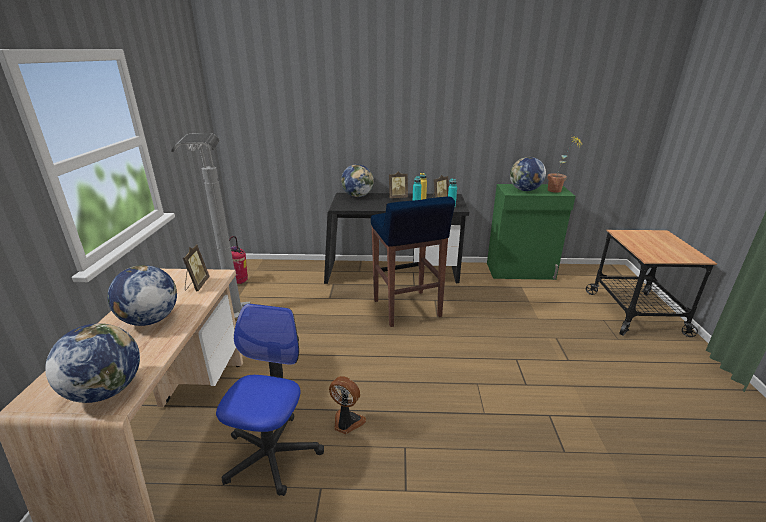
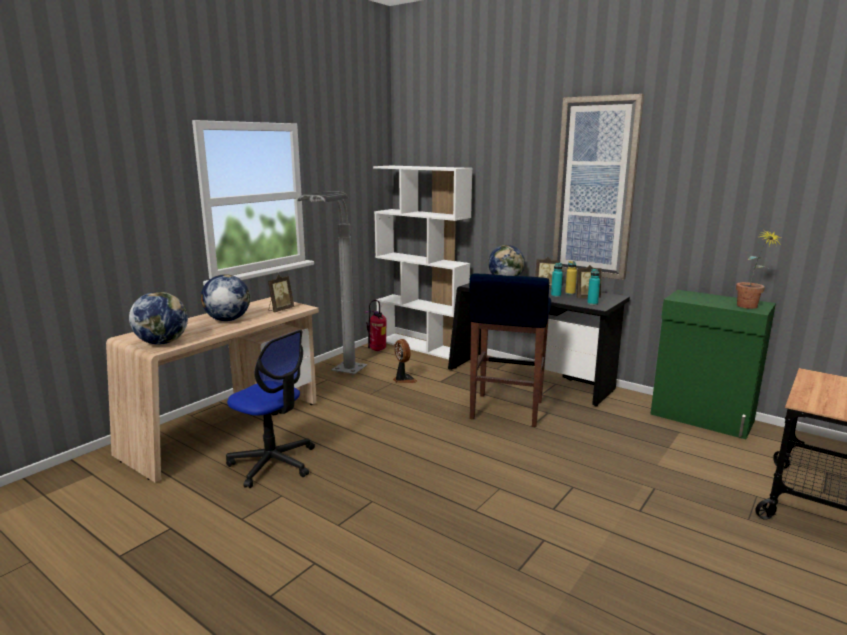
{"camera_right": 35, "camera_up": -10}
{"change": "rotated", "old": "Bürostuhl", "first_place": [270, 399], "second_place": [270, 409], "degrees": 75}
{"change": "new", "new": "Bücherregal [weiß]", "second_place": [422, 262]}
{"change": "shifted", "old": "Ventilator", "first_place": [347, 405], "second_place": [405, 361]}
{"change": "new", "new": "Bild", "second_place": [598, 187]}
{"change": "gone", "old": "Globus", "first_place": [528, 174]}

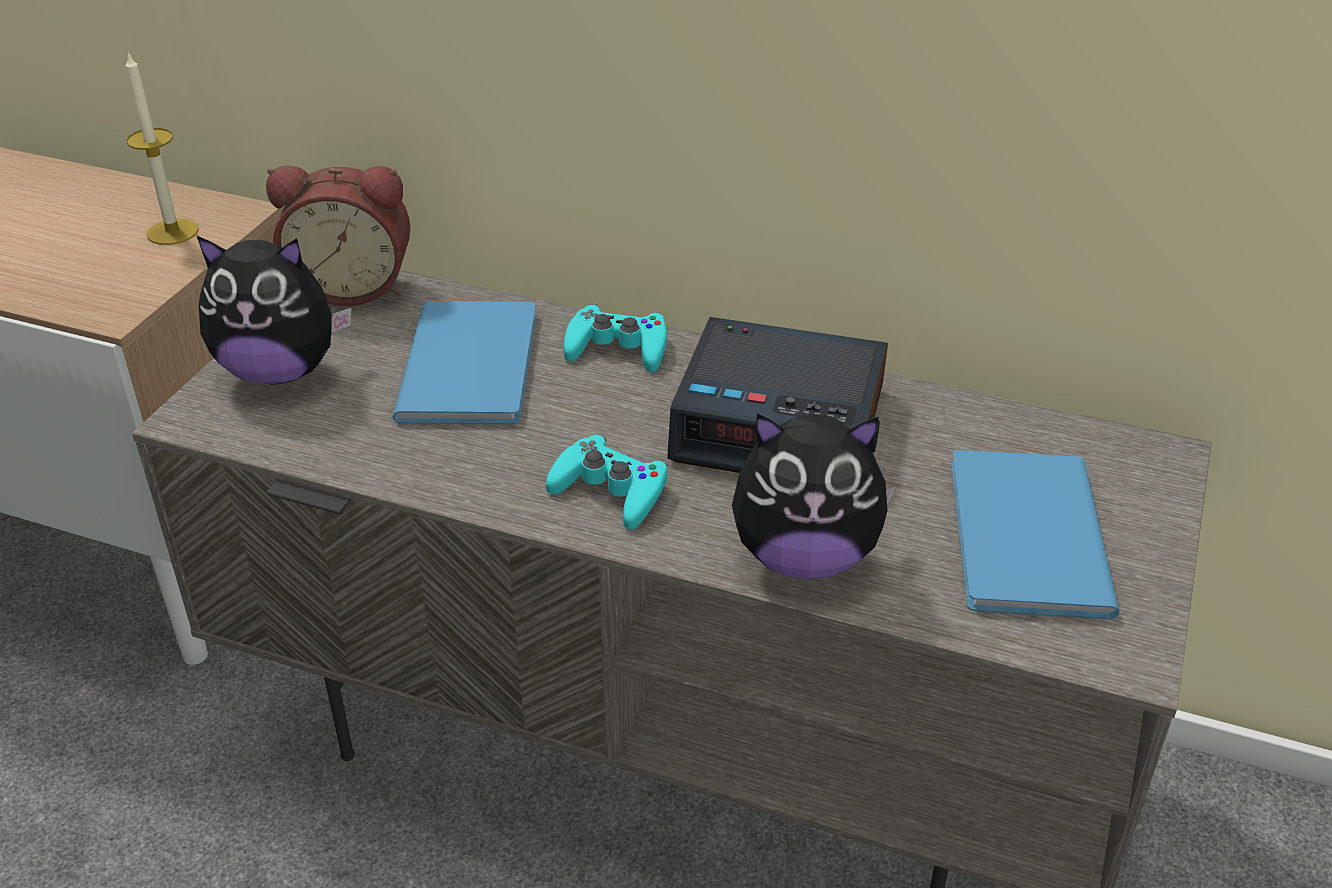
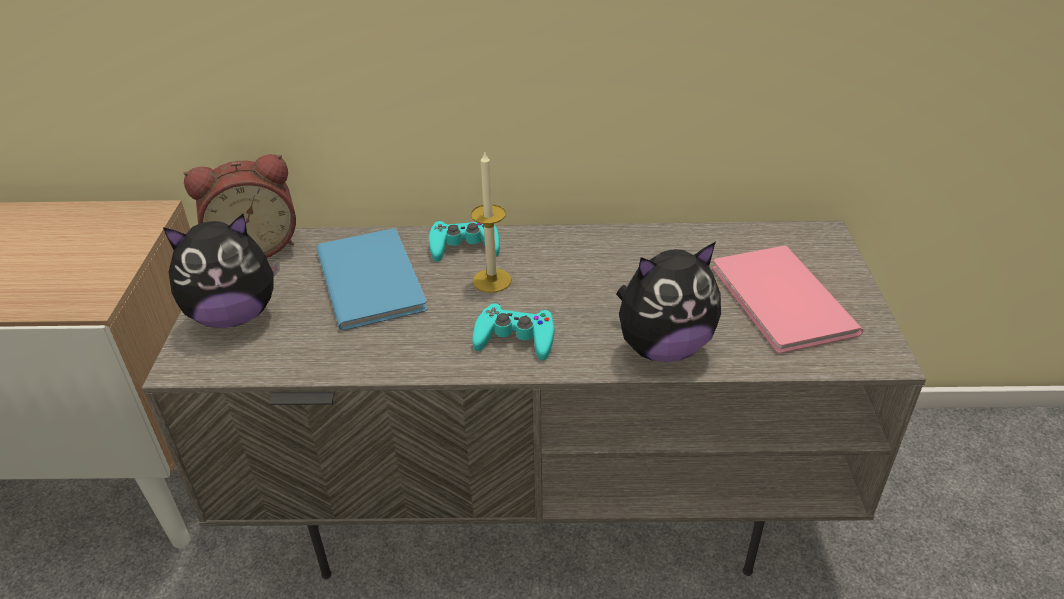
{"camera_right": -20, "camera_up": 0}
{"change": "shifted", "old": "Kerze", "first_place": [162, 148], "second_place": [491, 221]}
{"change": "repainted", "old": "Buch [blau]", "new": "Buch [rosa]", "first_place": [1035, 534], "second_place": [787, 300]}
{"change": "gone", "old": "Wecker", "first_place": [777, 395]}

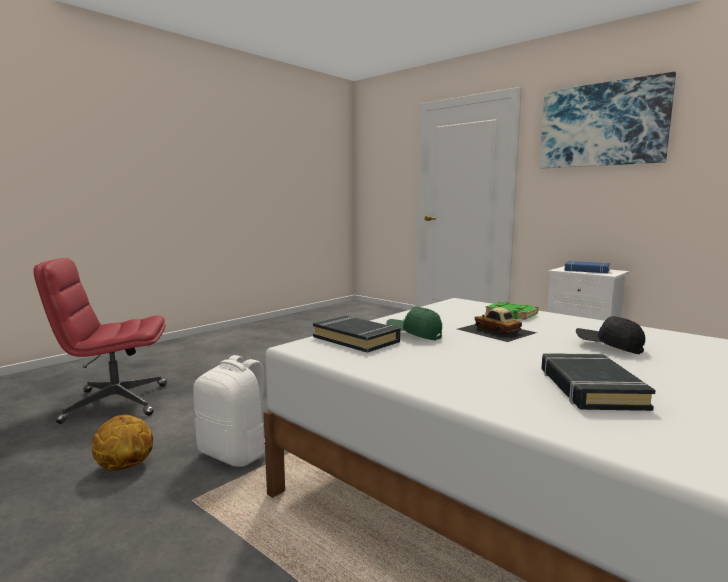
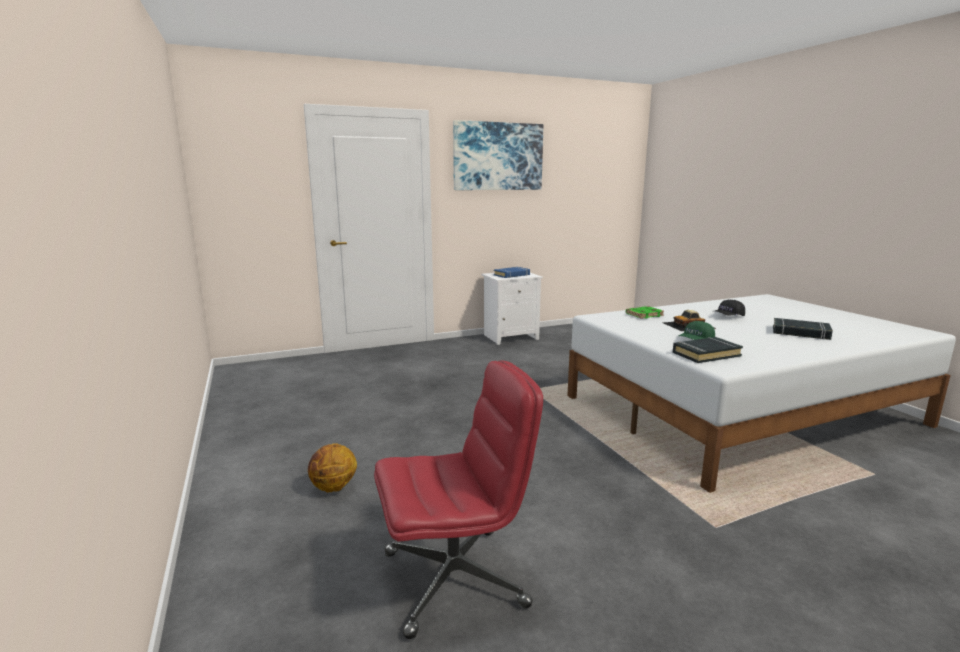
{"camera_right": -65, "camera_up": 5}
{"change": "shifted", "old": "Basketball", "first_place": [122, 443], "second_place": [332, 467]}
{"change": "rotated", "old": "Bürostuhl [rot]", "first_place": [100, 341], "second_place": [458, 499], "degrees": -120}
{"change": "gone", "old": "Rucksack [weiß]", "first_place": [229, 411]}

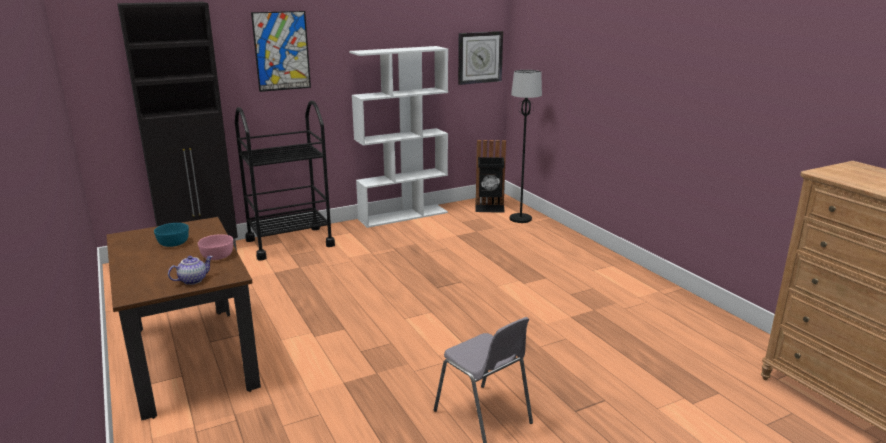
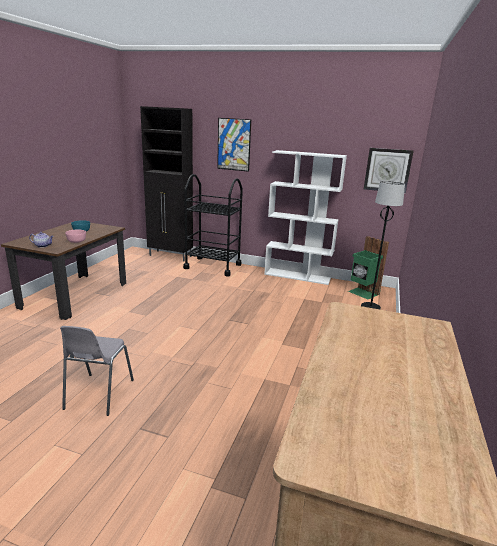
{"camera_right": 45, "camera_up": 0}
{"change": "repainted", "old": "Mülleimer [schwarz]", "new": "Mülleimer [grün]", "first_place": [490, 176], "second_place": [368, 267]}

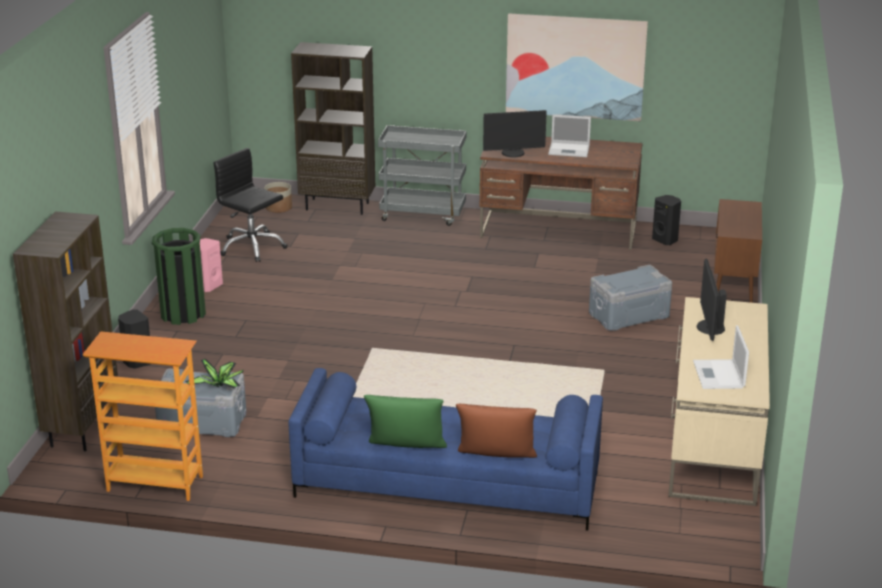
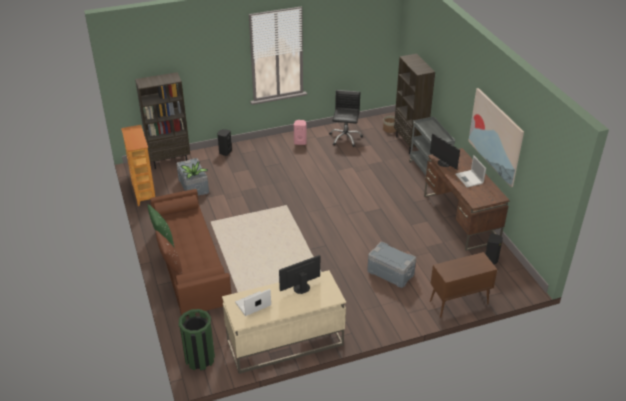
{"camera_right": 60, "camera_up": 10}
{"change": "repainted", "old": "Sofa [blau]", "new": "Sofa [braun]", "first_place": [445, 449], "second_place": [190, 253]}
{"change": "shifted", "old": "Mülleimer [grün]", "first_place": [179, 276], "second_place": [197, 340]}

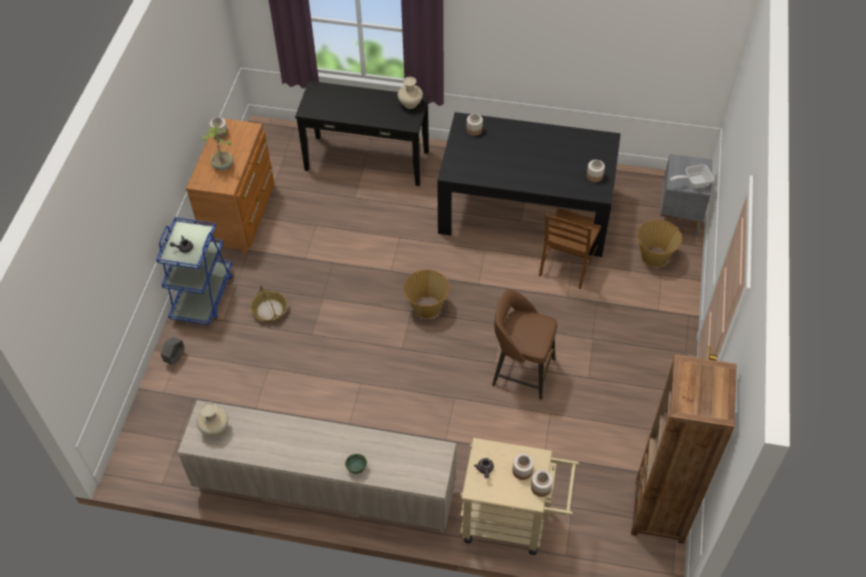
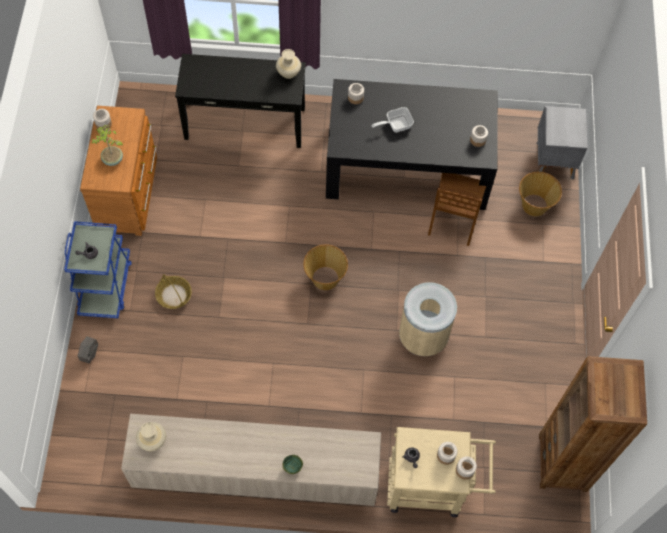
{"camera_right": -10, "camera_up": 10}
{"change": "shifted", "old": "Pfanne", "first_place": [692, 176], "second_place": [393, 119]}
{"change": "swapped", "old": "Hocker [braun]", "new": "Mülleimer [beige]", "first_place": [524, 344], "second_place": [428, 319]}

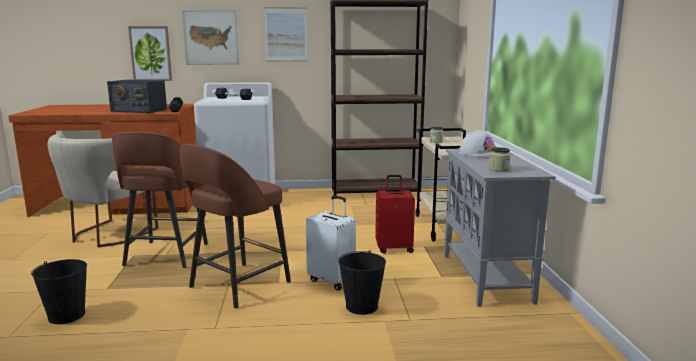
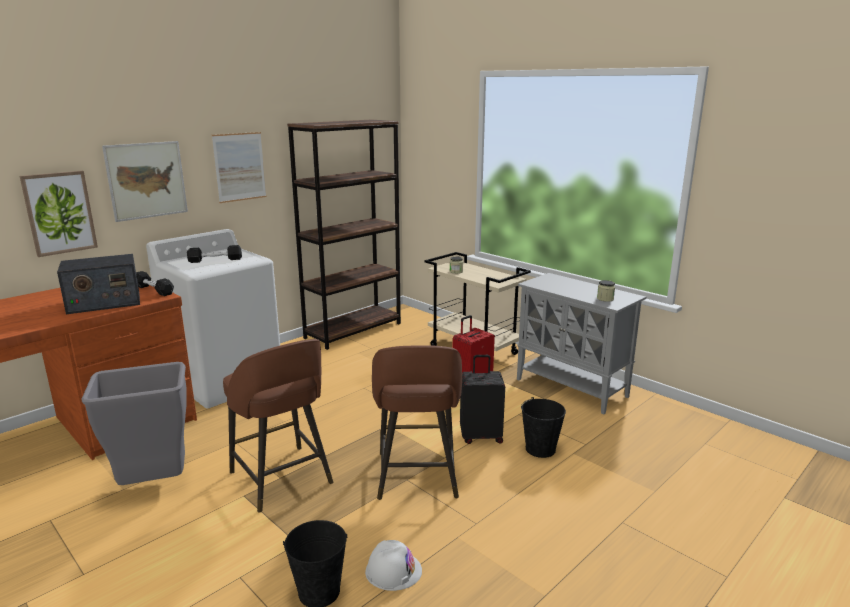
{"camera_right": -40, "camera_up": 5}
{"change": "swapped", "old": "Stuhl [beige]", "new": "Mülleimer [grau]", "first_place": [103, 190], "second_place": [134, 423]}
{"change": "shifted", "old": "Schutzhelm [weiß]", "first_place": [477, 143], "second_place": [393, 565]}
{"change": "repainted", "old": "Koffer [weiß]", "new": "Koffer [schwarz]", "first_place": [331, 242], "second_place": [482, 399]}

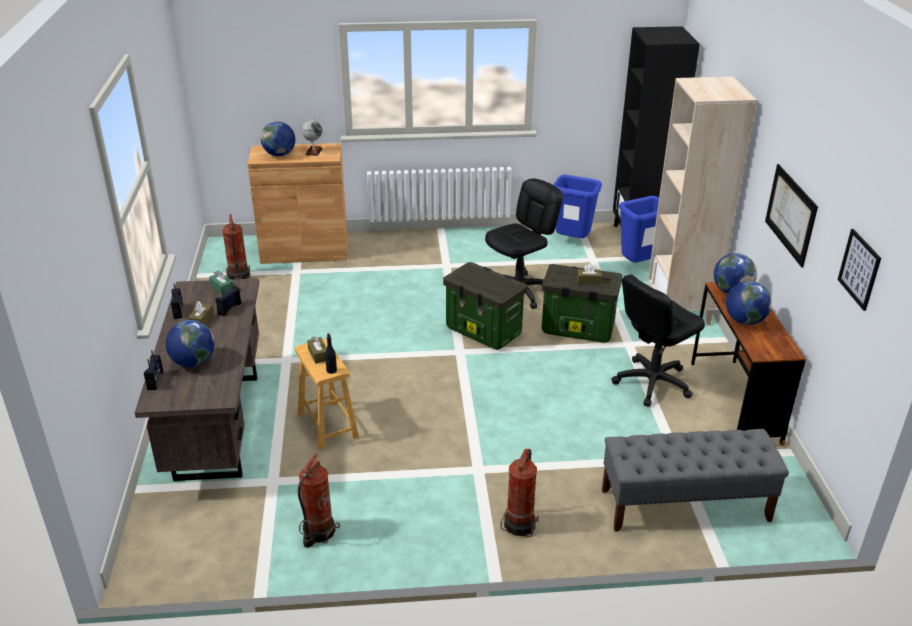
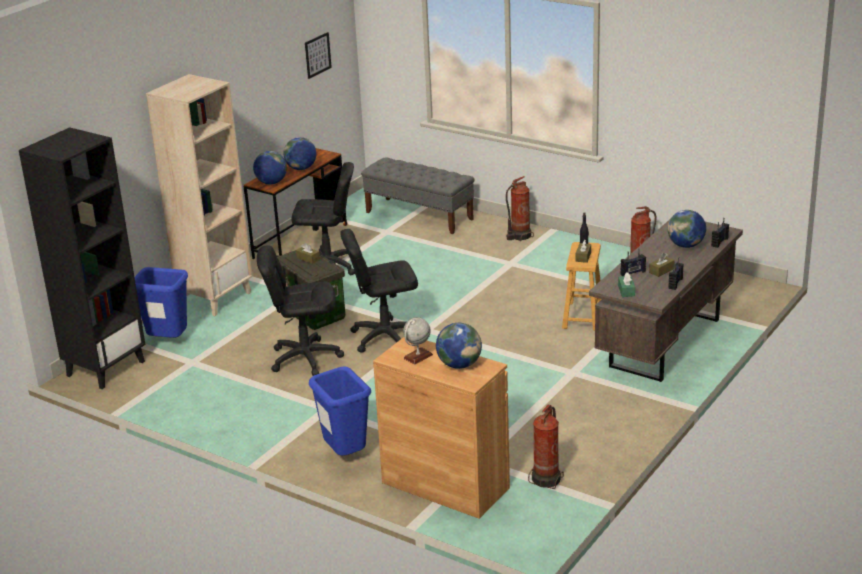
{"camera_right": -140, "camera_up": -5}
{"change": "shifted", "old": "Mülleimer [blau]", "first_place": [577, 206], "second_place": [340, 411]}
{"change": "swapped", "old": "Aufbewahrungsbox", "new": "Bürostuhl [schwarz]", "first_place": [485, 306], "second_place": [379, 291]}
{"change": "gone", "old": "Bild", "first_place": [791, 215]}

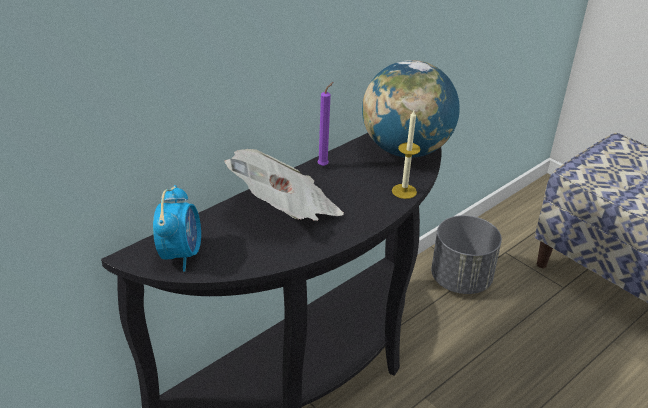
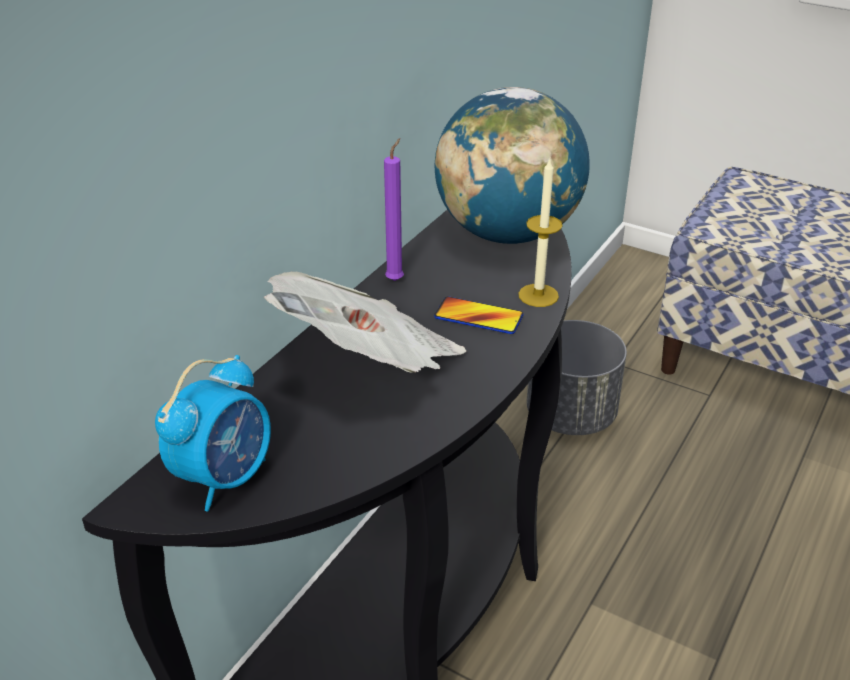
{"camera_right": -15, "camera_up": 0}
{"change": "rotated", "old": "Wecker", "first_place": [177, 228], "second_place": [213, 433], "degrees": 45}
{"change": "new", "new": "Handy", "second_place": [478, 315]}

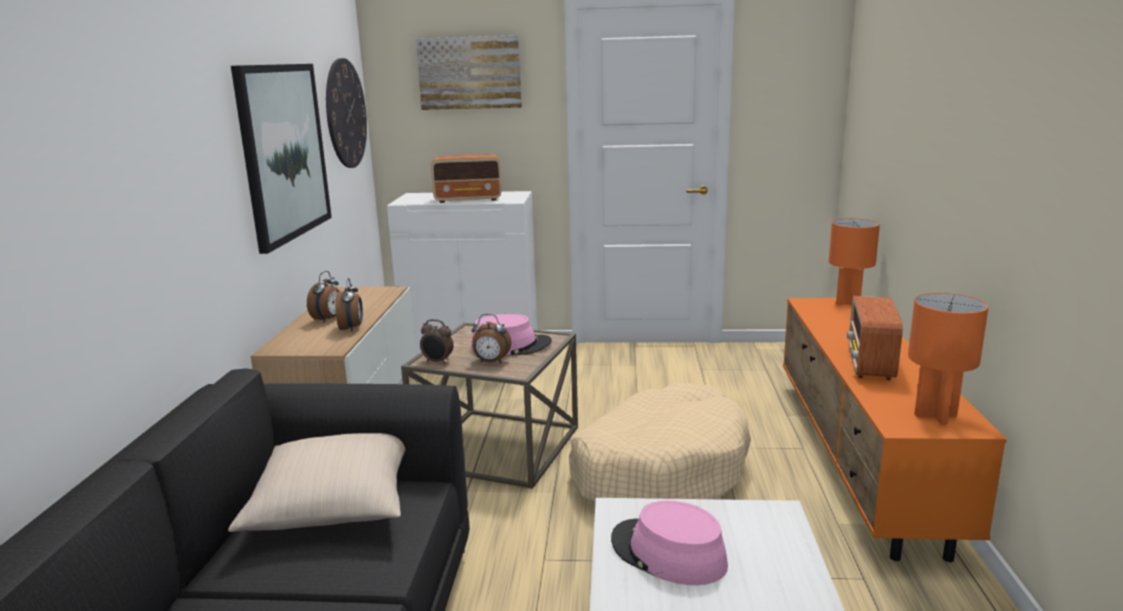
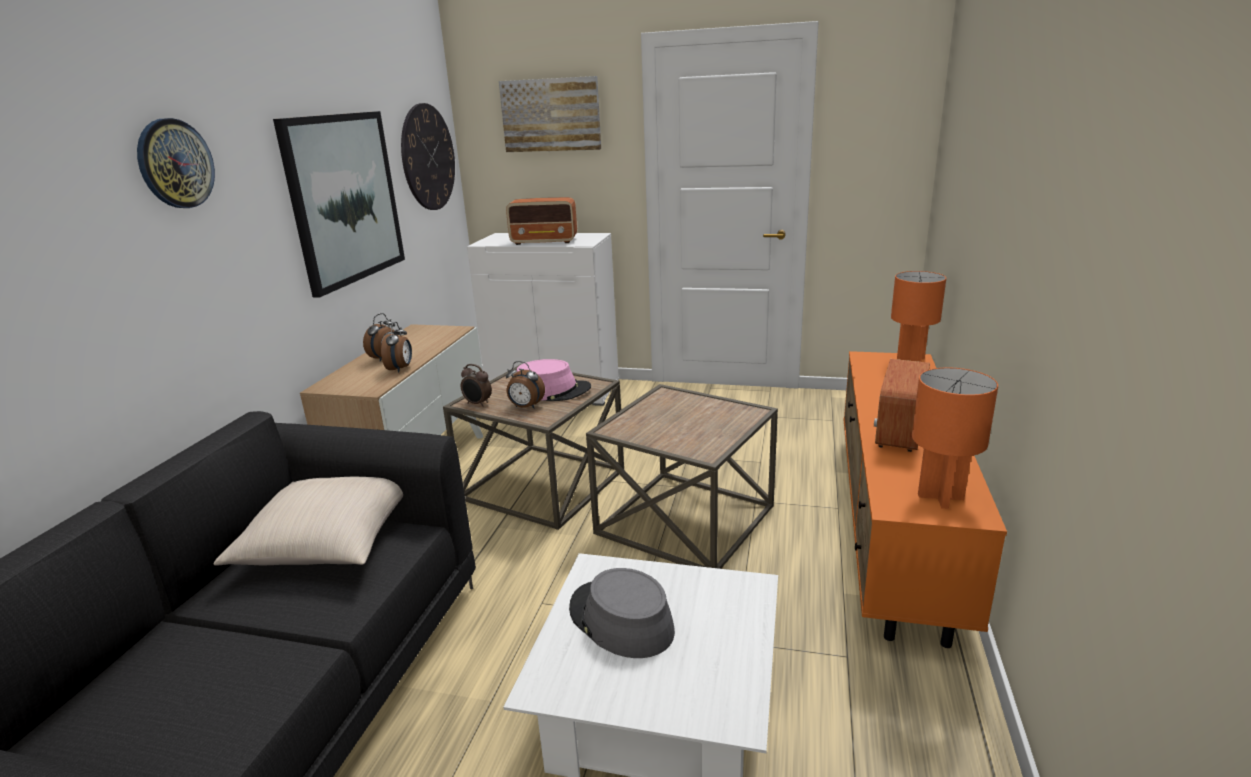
{"camera_right": 10, "camera_up": 5}
{"change": "new", "new": "Wanduhr", "second_place": [176, 163]}
{"change": "repainted", "old": "Hut [rosa]", "new": "Hut [grau]", "first_place": [669, 542], "second_place": [622, 613]}
{"change": "swapped", "old": "Hundebett [beige]", "new": "Beistelltisch [braun]", "first_place": [660, 444], "second_place": [682, 476]}

